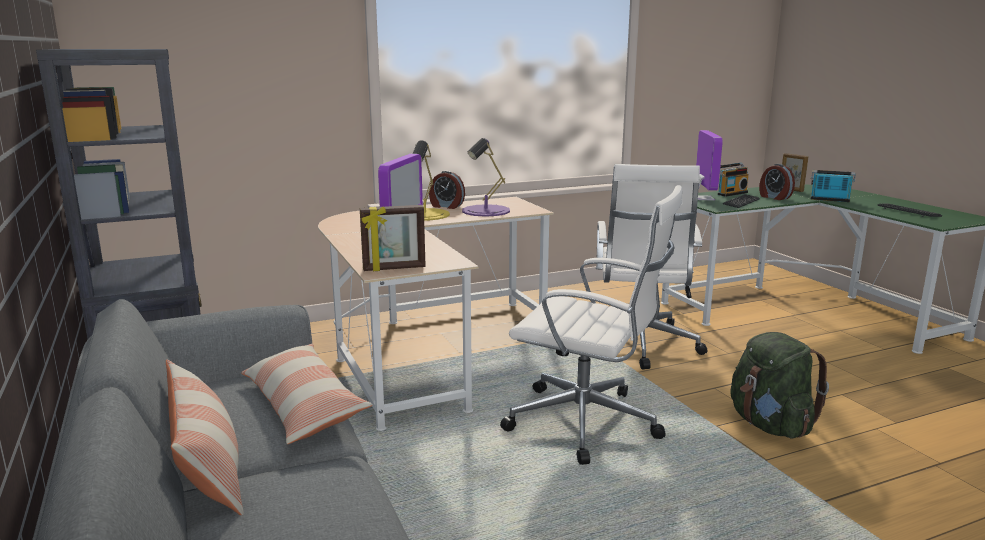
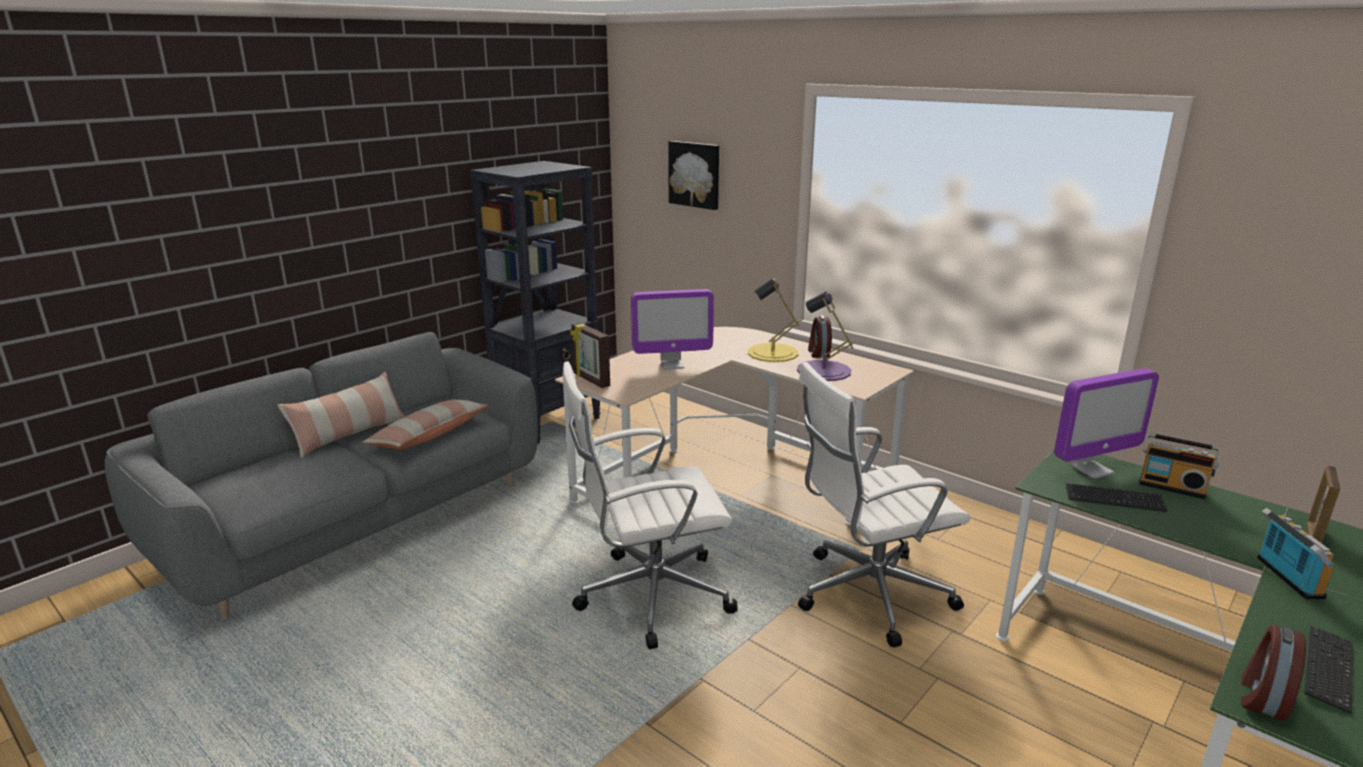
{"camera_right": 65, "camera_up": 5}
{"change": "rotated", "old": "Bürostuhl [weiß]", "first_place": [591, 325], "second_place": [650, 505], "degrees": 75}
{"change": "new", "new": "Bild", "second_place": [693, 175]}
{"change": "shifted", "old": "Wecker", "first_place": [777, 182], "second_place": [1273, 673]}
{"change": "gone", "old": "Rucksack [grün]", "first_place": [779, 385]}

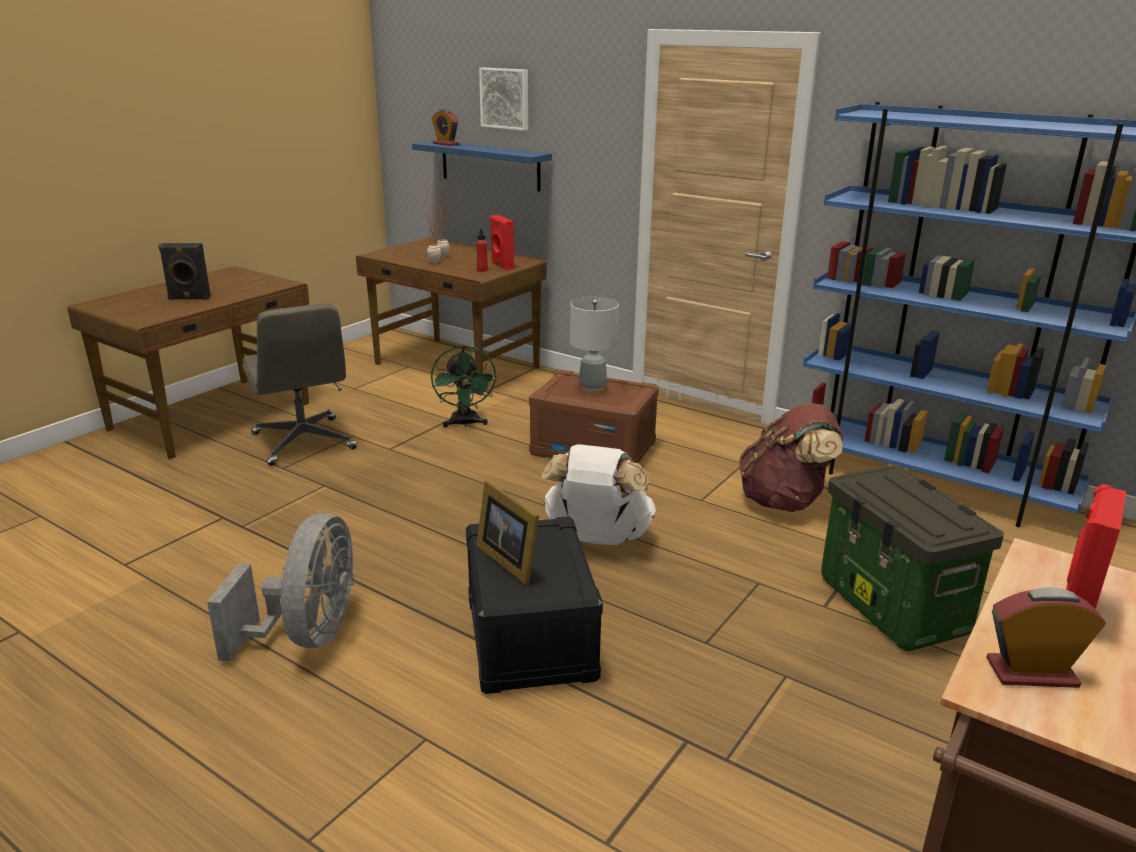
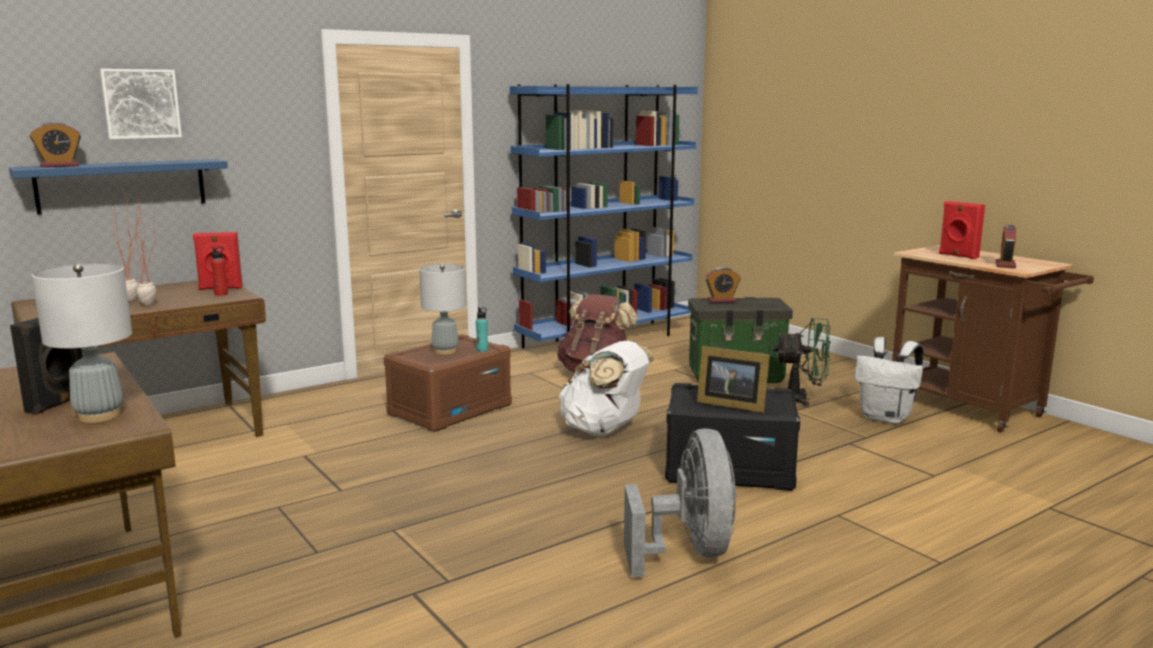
{"camera_right": -70, "camera_up": -10}
{"change": "new", "new": "Tischlampe [grau]", "second_place": [82, 343]}
{"change": "new", "new": "Flasche [türkis]", "second_place": [482, 329]}
{"change": "rotated", "old": "Ventilator [grau]", "first_place": [280, 587], "second_place": [680, 502], "degrees": 60}
{"change": "rotated", "old": "Bilderrahmen", "first_place": [507, 532], "second_place": [733, 379], "degrees": 45}
{"change": "new", "new": "Wecker", "second_place": [723, 285]}
{"change": "shifted", "old": "Ventilator [grün]", "first_place": [464, 386], "second_place": [802, 362]}
{"change": "new", "new": "Rucksack [weiß]", "second_place": [889, 380]}
{"change": "gone", "old": "Bürostuhl [grau]", "first_place": [300, 384]}

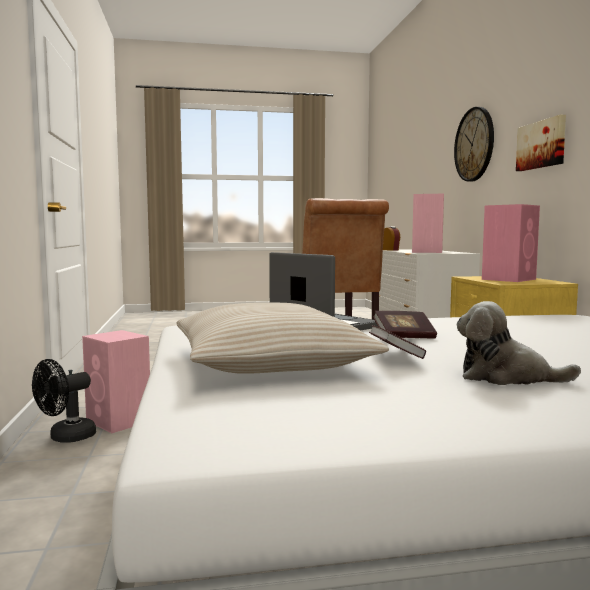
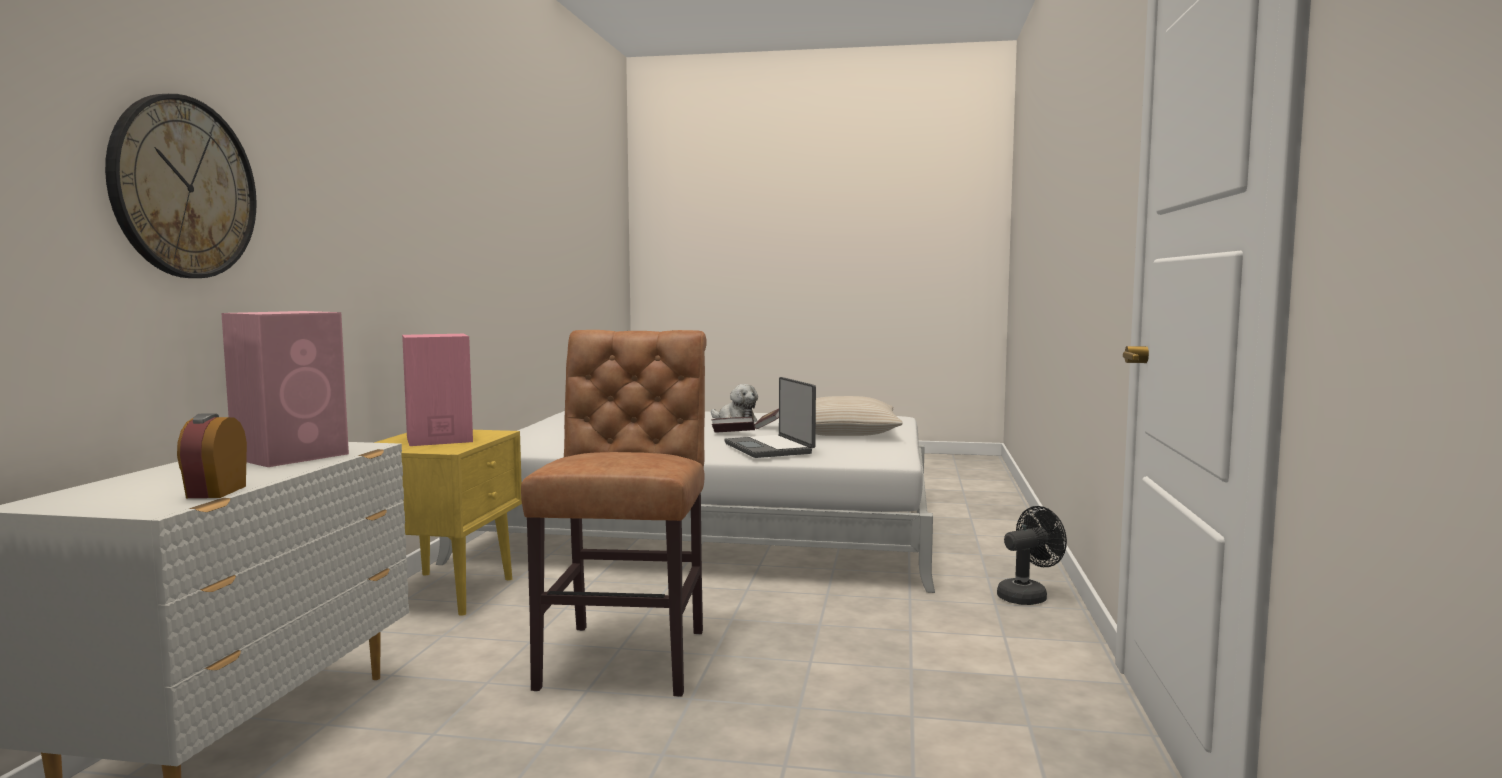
{"camera_right": -160, "camera_up": 0}
{"change": "gone", "old": "Lautsprecher [rosa]", "first_place": [116, 381]}
{"change": "gone", "old": "Bild", "first_place": [541, 143]}

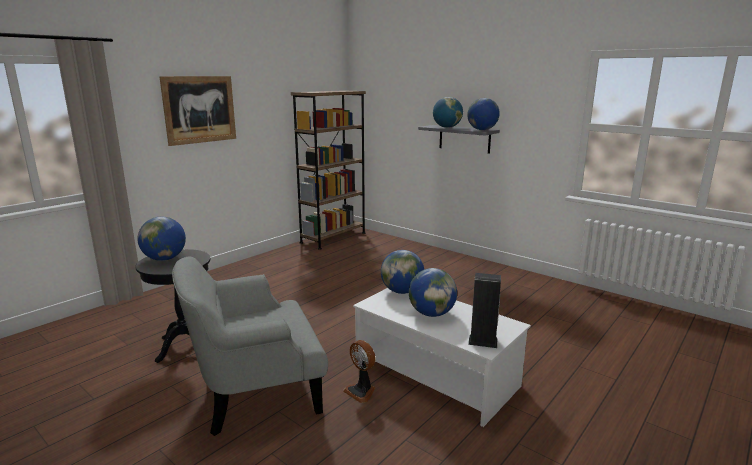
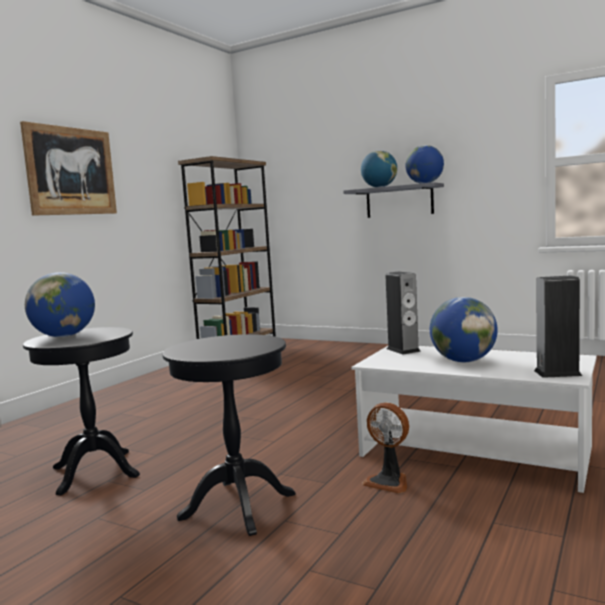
{"camera_right": -10, "camera_up": -10}
{"change": "swapped", "old": "Sessel [grau]", "new": "Beistelltisch [schwarz]", "first_place": [250, 346], "second_place": [229, 435]}
{"change": "swapped", "old": "Globus", "new": "Lautsprecher", "first_place": [402, 272], "second_place": [403, 313]}

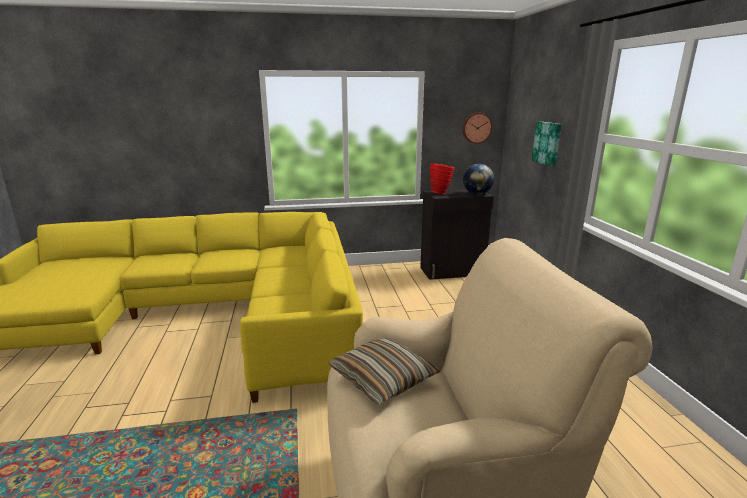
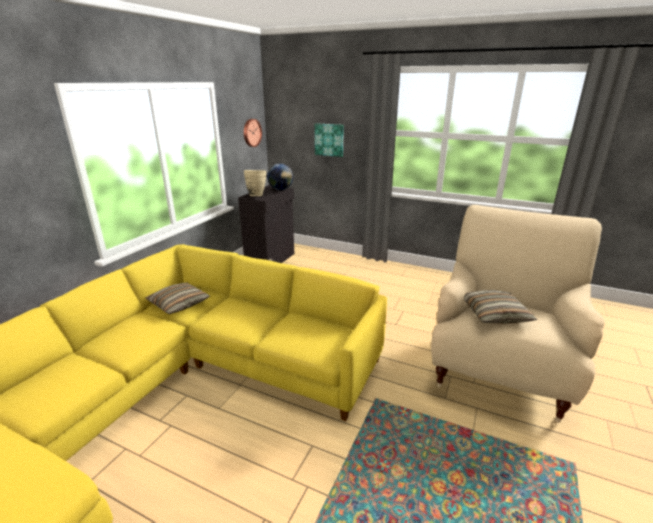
{"camera_right": -55, "camera_up": 5}
{"change": "new", "new": "Kissen", "second_place": [178, 298]}
{"change": "repainted", "old": "Vase [rot]", "new": "Vase [beige]", "first_place": [442, 178], "second_place": [255, 183]}

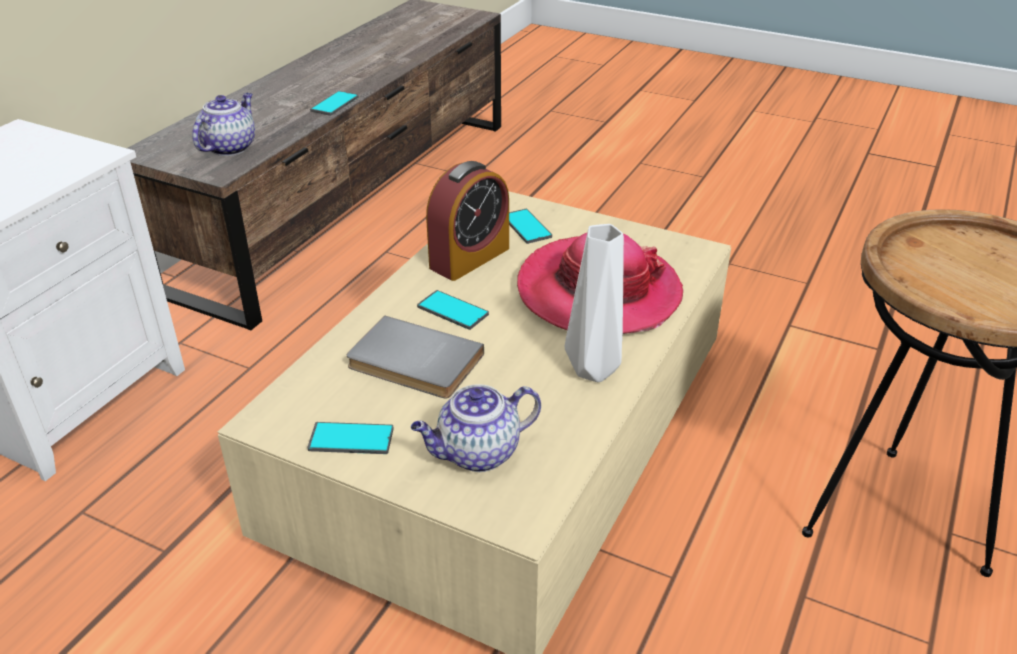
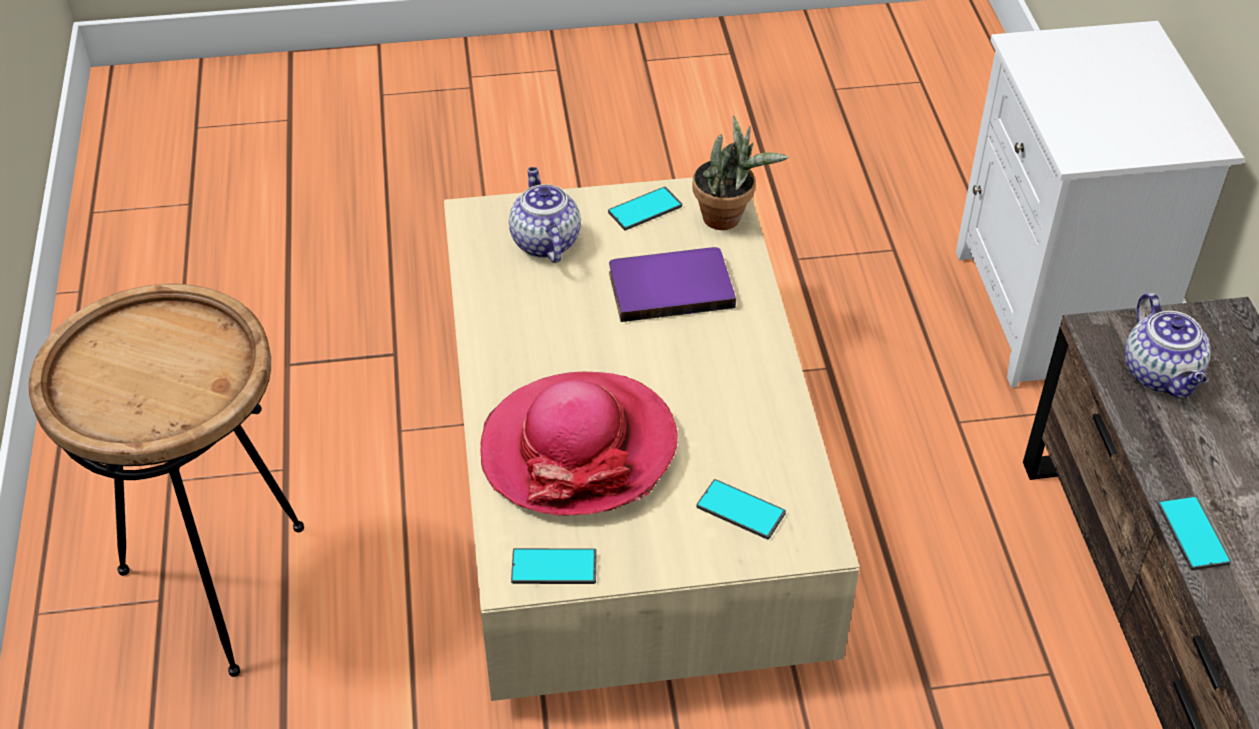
{"camera_right": 145, "camera_up": 10}
{"change": "rotated", "old": "Teekanne", "first_place": [476, 428], "second_place": [545, 215], "degrees": -45}
{"change": "shifted", "old": "Handy", "first_place": [453, 310], "second_place": [554, 566]}
{"change": "repainted", "old": "Buch [grau]", "new": "Buch [lila]", "first_place": [415, 357], "second_place": [672, 284]}
{"change": "new", "new": "Topfpflanze", "second_place": [741, 173]}
{"change": "gone", "old": "Wecker", "first_place": [467, 221]}
{"change": "gone", "old": "Vase [weiß]", "first_place": [594, 303]}

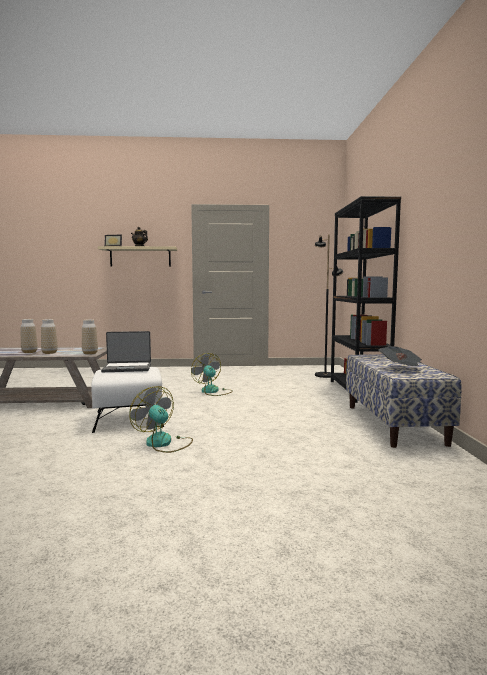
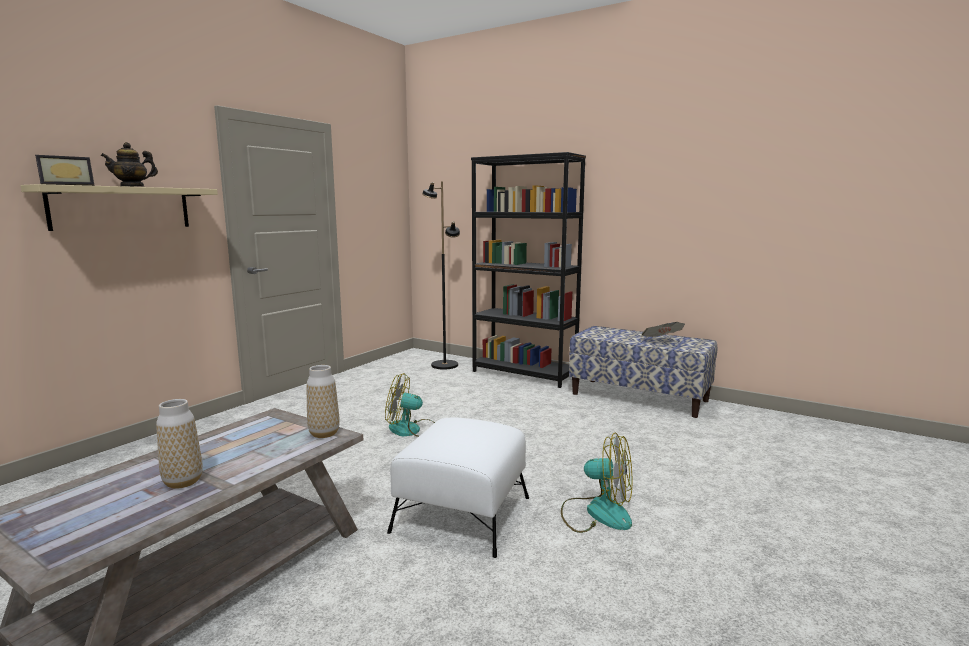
{"camera_right": -55, "camera_up": 5}
{"change": "rotated", "old": "Ventilator", "first_place": [161, 419], "second_place": [596, 482], "degrees": -150}
{"change": "gone", "old": "Vase", "first_place": [49, 336]}
{"change": "gone", "old": "Laptop", "first_place": [126, 351]}

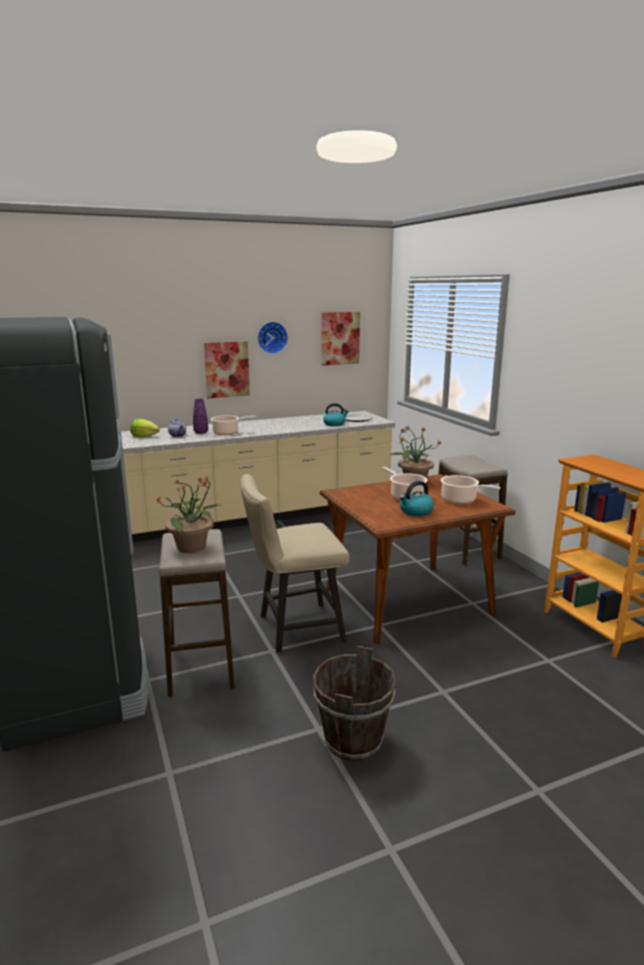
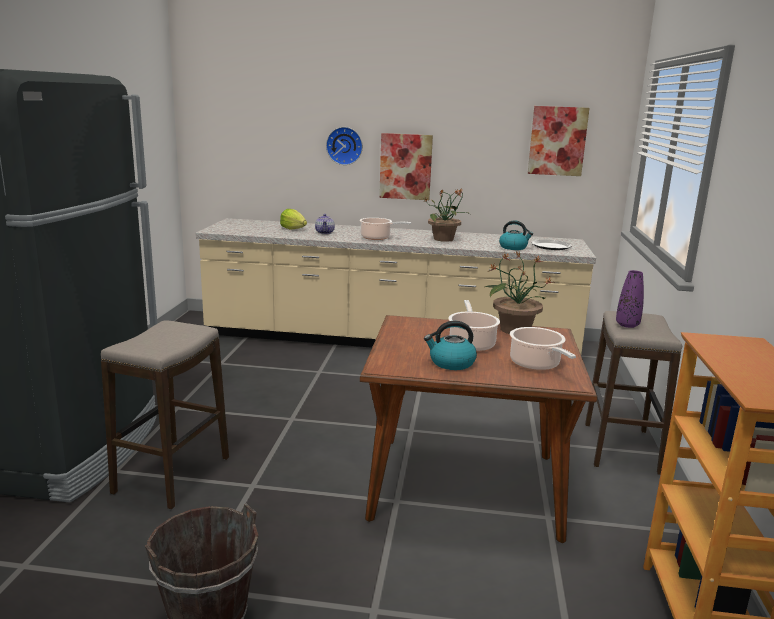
{"camera_right": 30, "camera_up": 0}
{"change": "shifted", "old": "Wanduhr", "first_place": [273, 338], "second_place": [344, 146]}
{"change": "shifted", "old": "Topfpflanze", "first_place": [188, 514], "second_place": [446, 215]}
{"change": "shifted", "old": "Vase [lila]", "first_place": [200, 416], "second_place": [630, 299]}
{"change": "gone", "old": "Stuhl [beige]", "first_place": [295, 563]}

